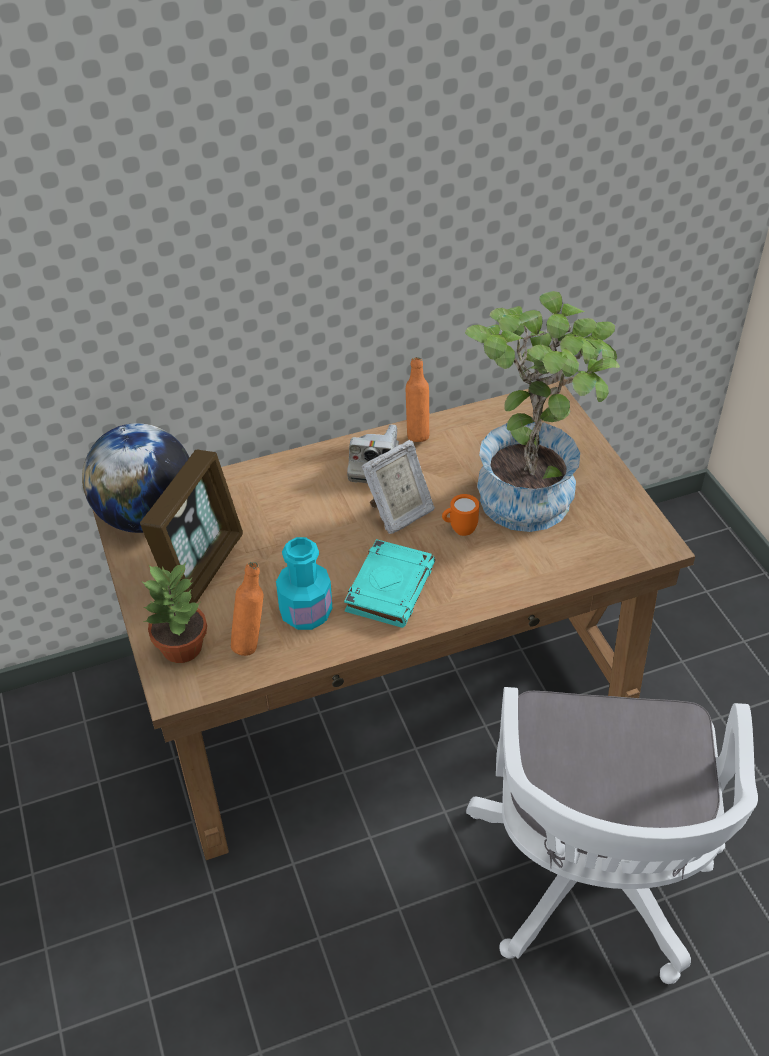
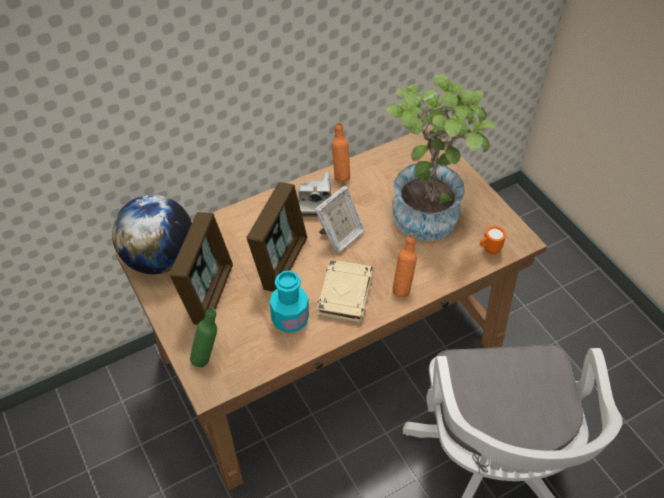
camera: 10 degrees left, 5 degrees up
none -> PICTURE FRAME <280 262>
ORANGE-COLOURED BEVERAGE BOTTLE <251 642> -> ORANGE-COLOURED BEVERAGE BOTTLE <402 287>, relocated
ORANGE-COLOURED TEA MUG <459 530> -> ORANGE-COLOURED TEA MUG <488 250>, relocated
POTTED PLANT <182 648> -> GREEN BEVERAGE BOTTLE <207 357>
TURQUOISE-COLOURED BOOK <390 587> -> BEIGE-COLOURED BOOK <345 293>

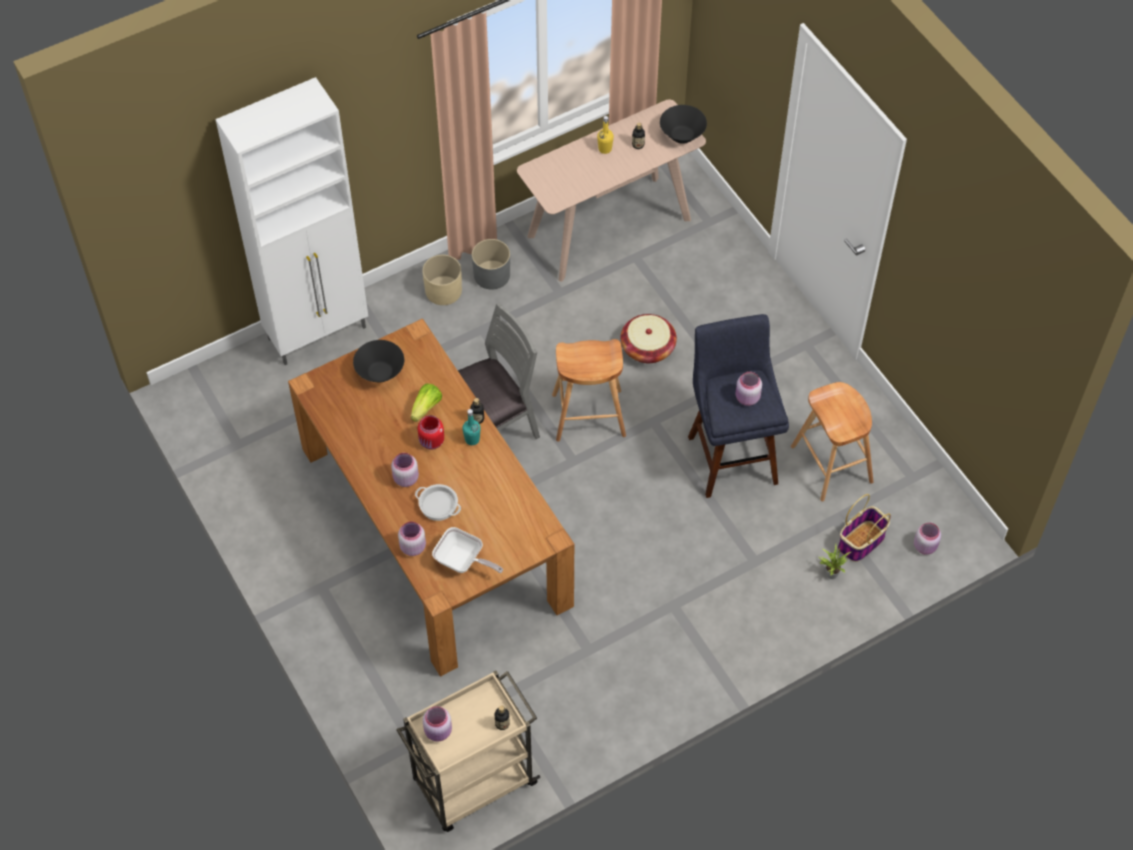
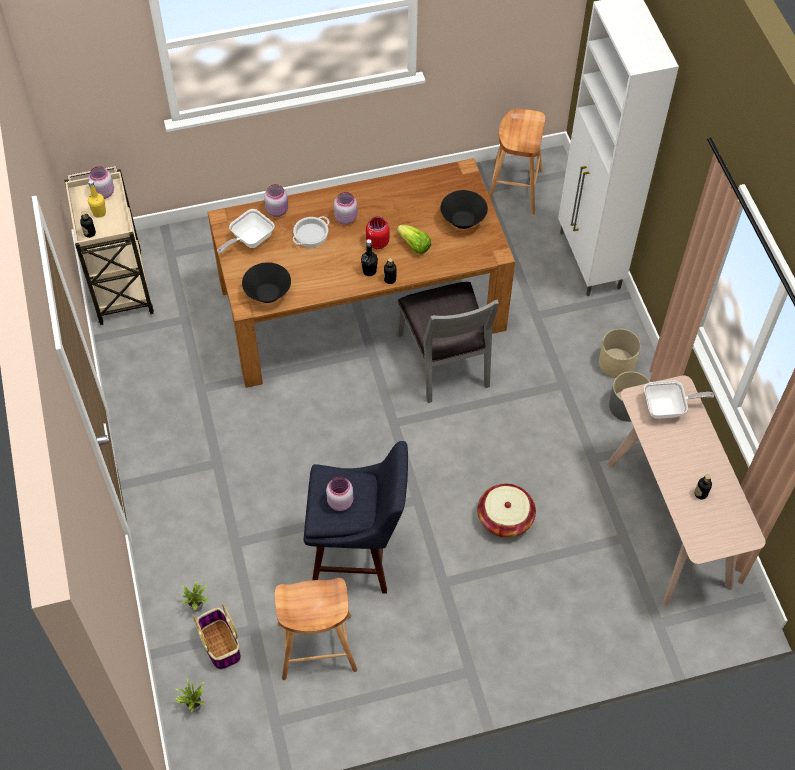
camera: 105 degrees right, 0 degrees up
none -> FRYING PAN <667 408>
BROWN-COLOURED STOOL SEAT <589 415> -> BROWN-COLOURED STOOL SEAT <514 189>, relocated
YELLOW BEVERAGE BOTTLE <605 149> -> YELLOW BEVERAGE BOTTLE <99 212>, relocated
BLACK BOWL <682 135> -> BLACK BOWL <267 294>, relocated
PINK-COLOURED STORAGE JAR <925 546> -> POTTED PLANT <193 705>
TURQUOISE-COLOURED BEVERAGE BOTTLE <472 439> -> BLACK BEVERAGE BOTTLE <369 271>

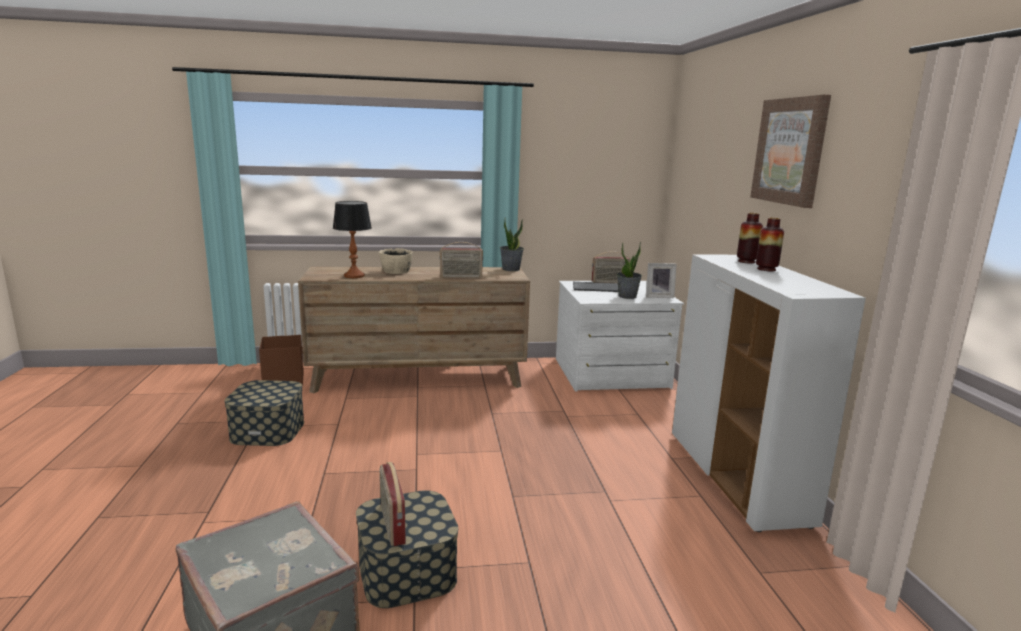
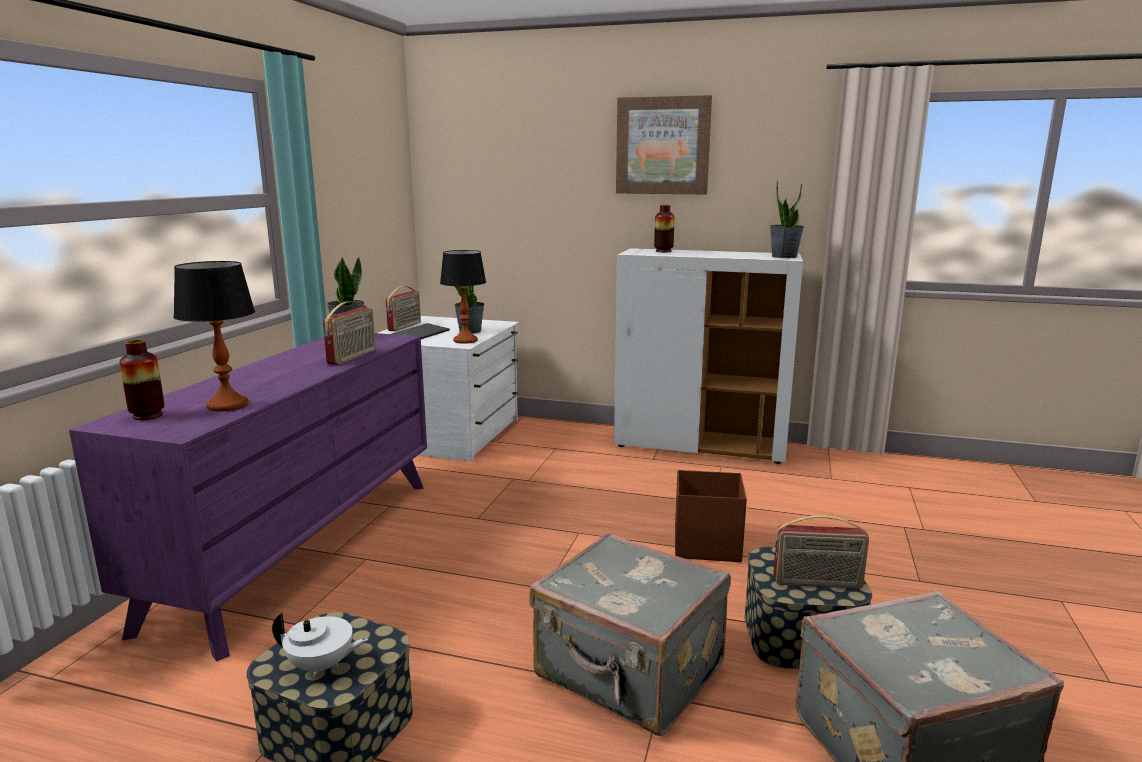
camera: 65 degrees left, 0 degrees up
BEIGE-COLOURED BOWL <396 271> -> none
PICTURE FRAME <658 296> -> none
none -> WHITE-COLOURED TEAPOT <322 666>
none -> LAMP FOR A TABLE <465 340>
none -> GRAY PIECE OF LUGGAGE <629 674>
none -> POTTED PLANT <784 256>
BROWN-COLOURED STORAGE CONTAINER <284 380> -> BROWN-COLOURED STORAGE CONTAINER <705 545>, relocated
DECORATIVE VASE <766 269> -> DECORATIVE VASE <147 415>, relocated
BROWN-COLOURED DRAWER CHEST <419 378> -> PURPLE DRAWER CHEST <302 547>

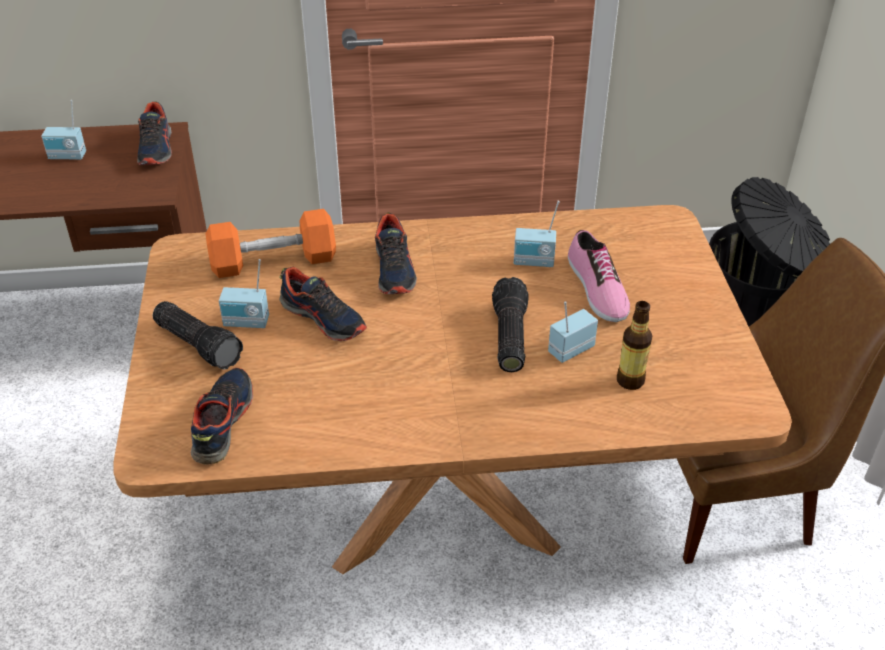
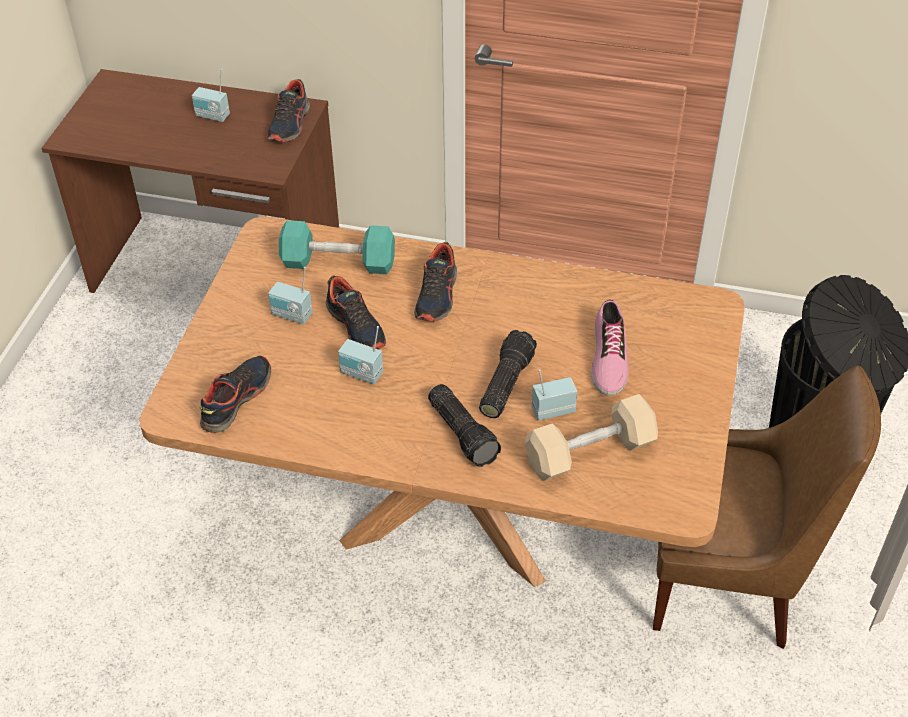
camera: 20 degrees right, 5 degrees up
TORCH <200 344> -> TORCH <464 433>, relocated
RADIO RECEIVER <533 262> -> RADIO RECEIVER <361 374>, relocated
BEVERAGE BOTTLE <630 380> -> BEIGE-COLOURED DUMBBELL <590 452>
ORANGE-COLOURED DUMBBELL <273 261> -> TURQUOISE-COLOURED DUMBBELL <338 263>

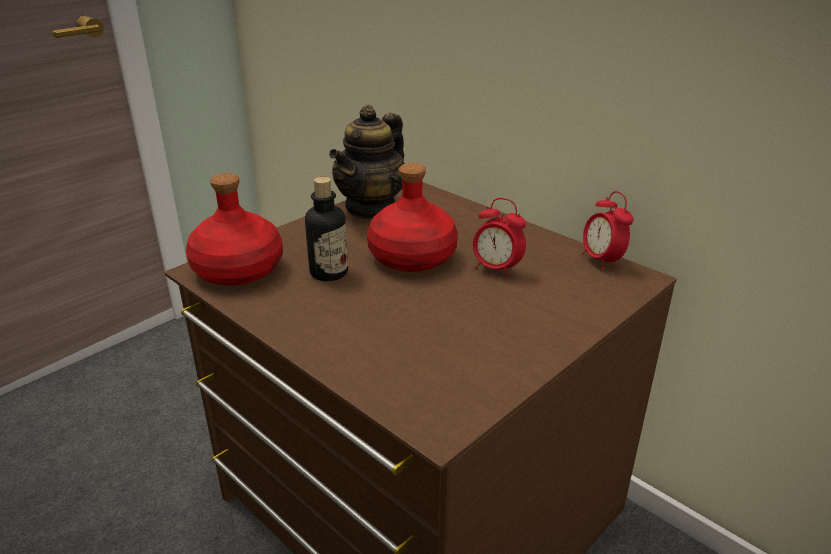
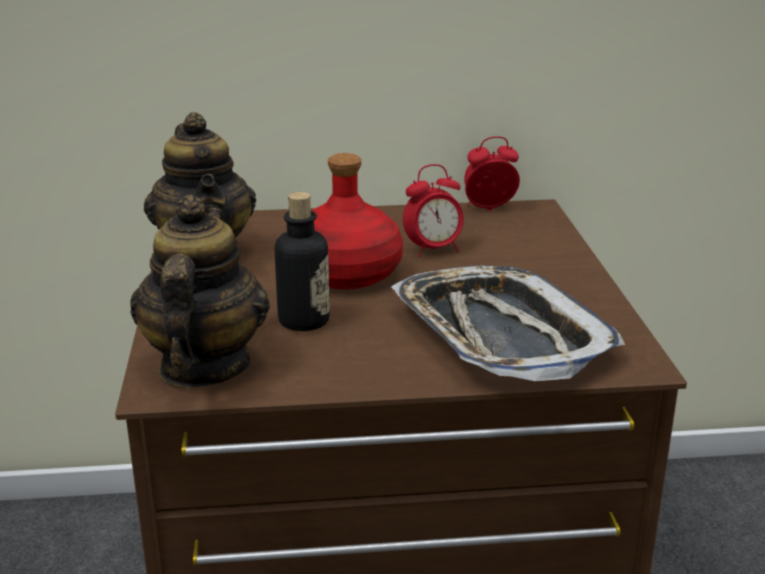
camera: 50 degrees left, 5 degrees down
none -> SERVING TRAY <499 335>
RED BEVERAGE BOTTLE <237 270> -> TEAPOT <203 366>
BEDSIDE CLOCK <601 261> -> BEDSIDE CLOCK <489 209>, 150 degrees clockwise

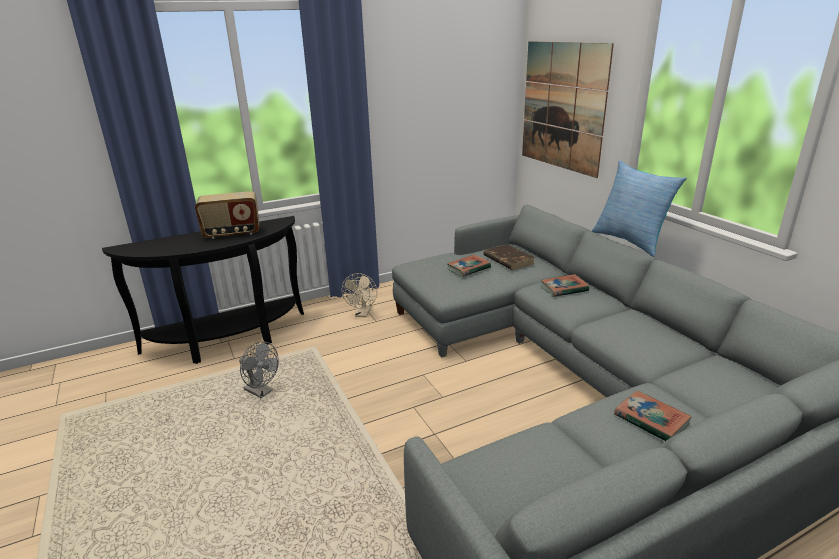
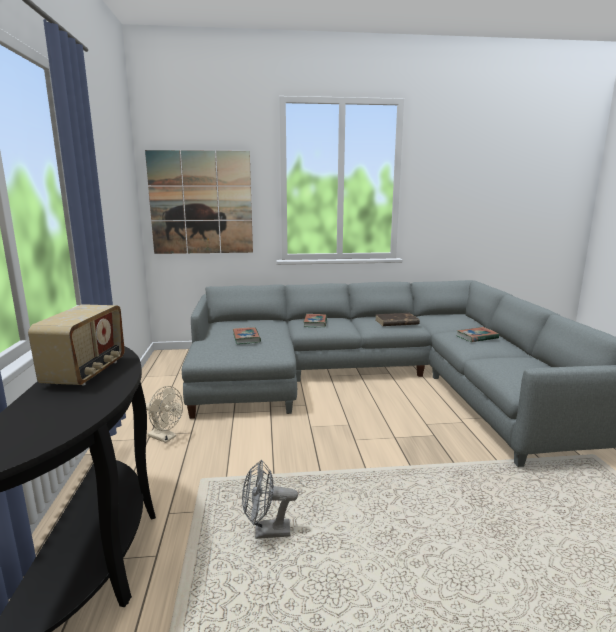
camera: 70 degrees left, 10 degrees down
PILLOW <631 241> -> none
BROWN-COLOURED BOOK <508 259> -> BROWN-COLOURED BOOK <396 322>, relocated
GRAY ELECTRIC FAN <262 392> -> GRAY ELECTRIC FAN <266 532>, 150 degrees counterclockwise

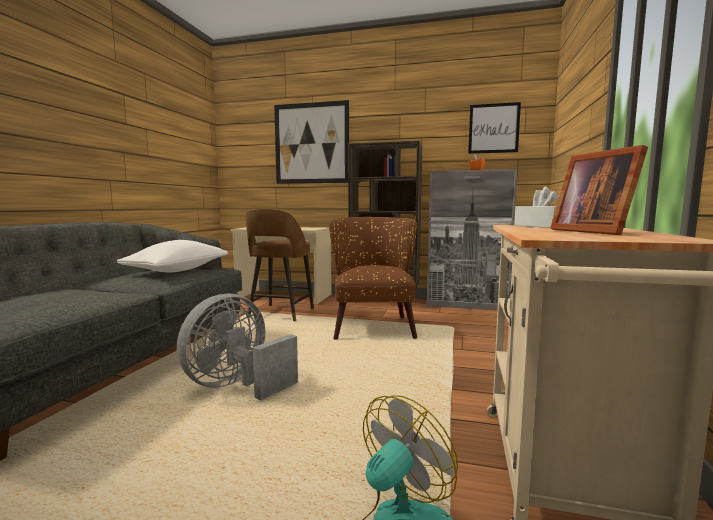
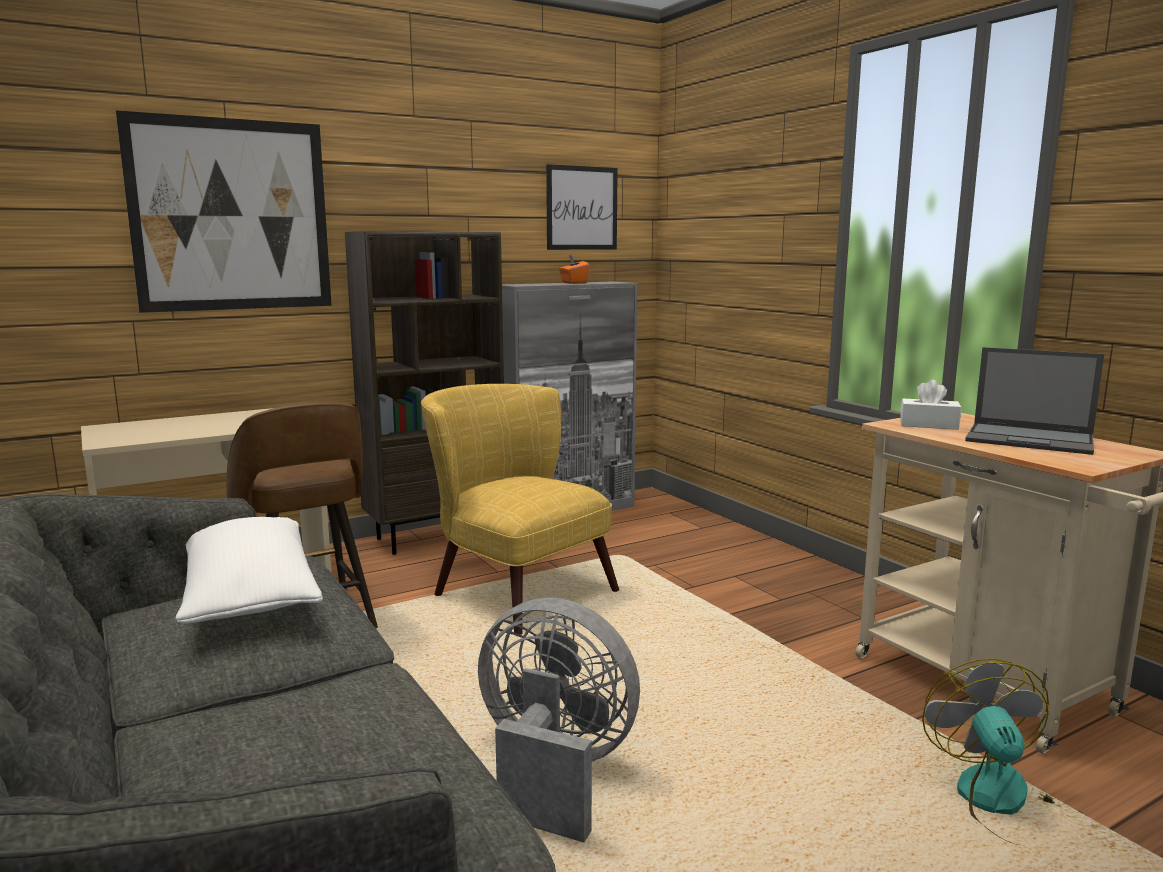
camera: 45 degrees left, 5 degrees up
PICTURE FRAME <593 232> -> NOTEBOOK COMPUTER <1031 439>
BROWN-COLOURED EASY CHAIR <372 324> -> YELLOW EASY CHAIR <513 588>
GRAY ELECTRIC FAN <236 386> -> GRAY ELECTRIC FAN <553 771>, 120 degrees clockwise

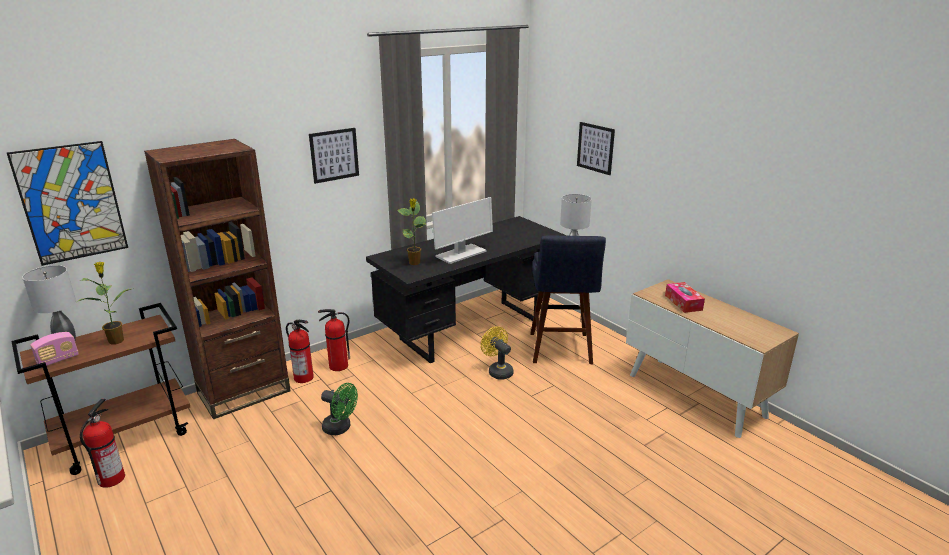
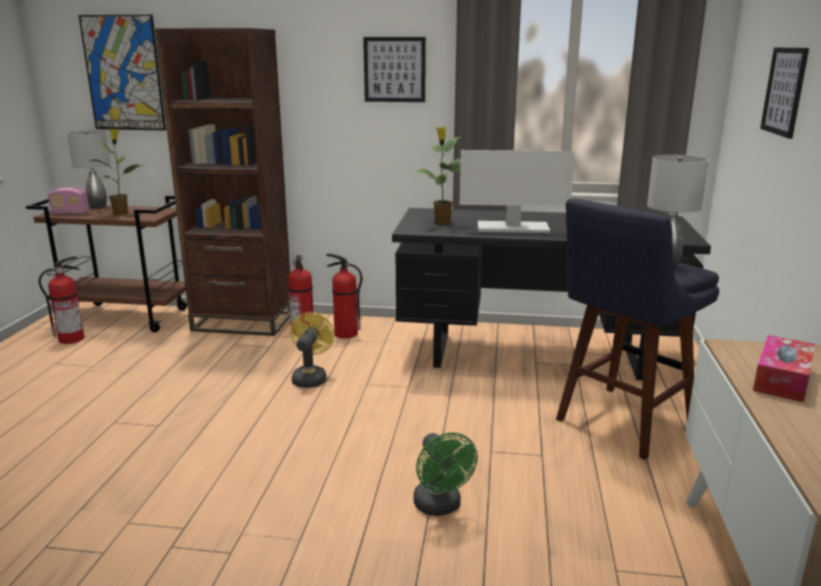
camera: 45 degrees right, 5 degrees down
GREEN ELECTRIC FAN <340 428> -> GREEN ELECTRIC FAN <440 507>, relocated
YELLOW ELECTRIC FAN <498 371> -> YELLOW ELECTRIC FAN <311 377>, relocated

